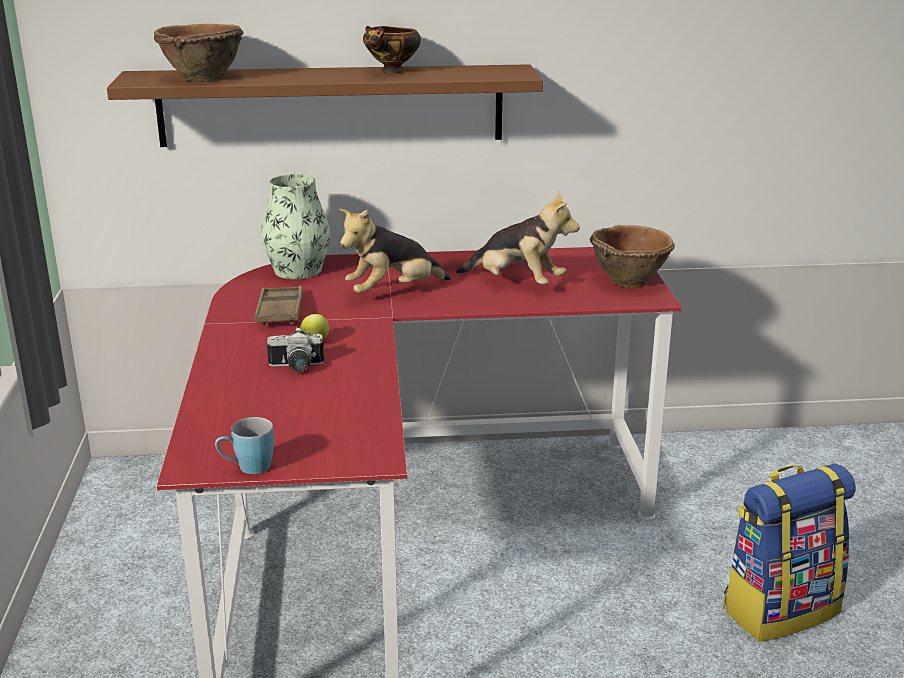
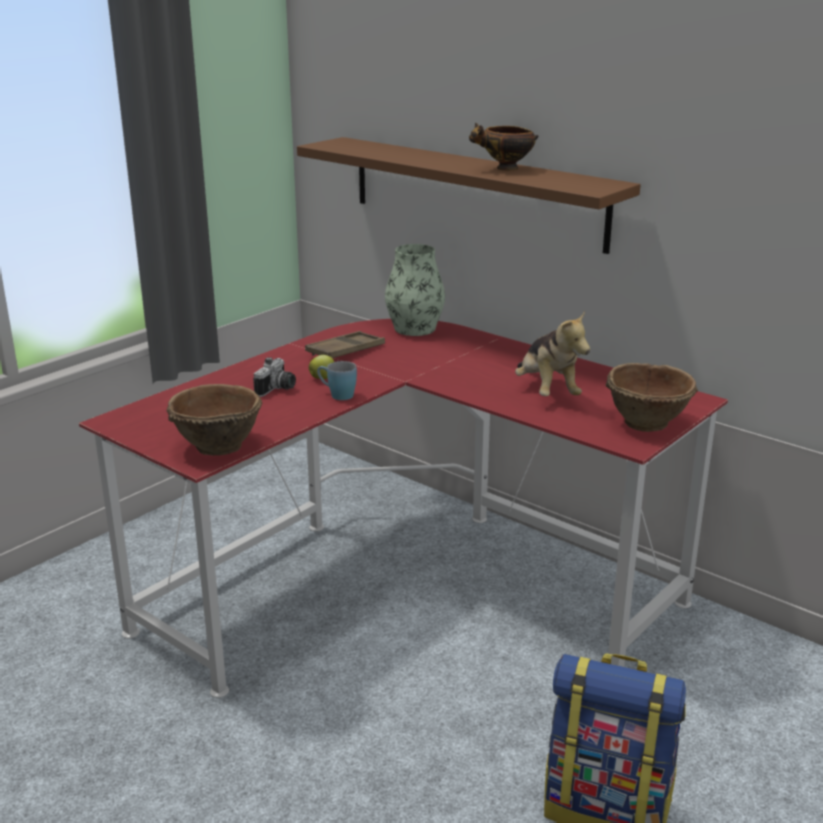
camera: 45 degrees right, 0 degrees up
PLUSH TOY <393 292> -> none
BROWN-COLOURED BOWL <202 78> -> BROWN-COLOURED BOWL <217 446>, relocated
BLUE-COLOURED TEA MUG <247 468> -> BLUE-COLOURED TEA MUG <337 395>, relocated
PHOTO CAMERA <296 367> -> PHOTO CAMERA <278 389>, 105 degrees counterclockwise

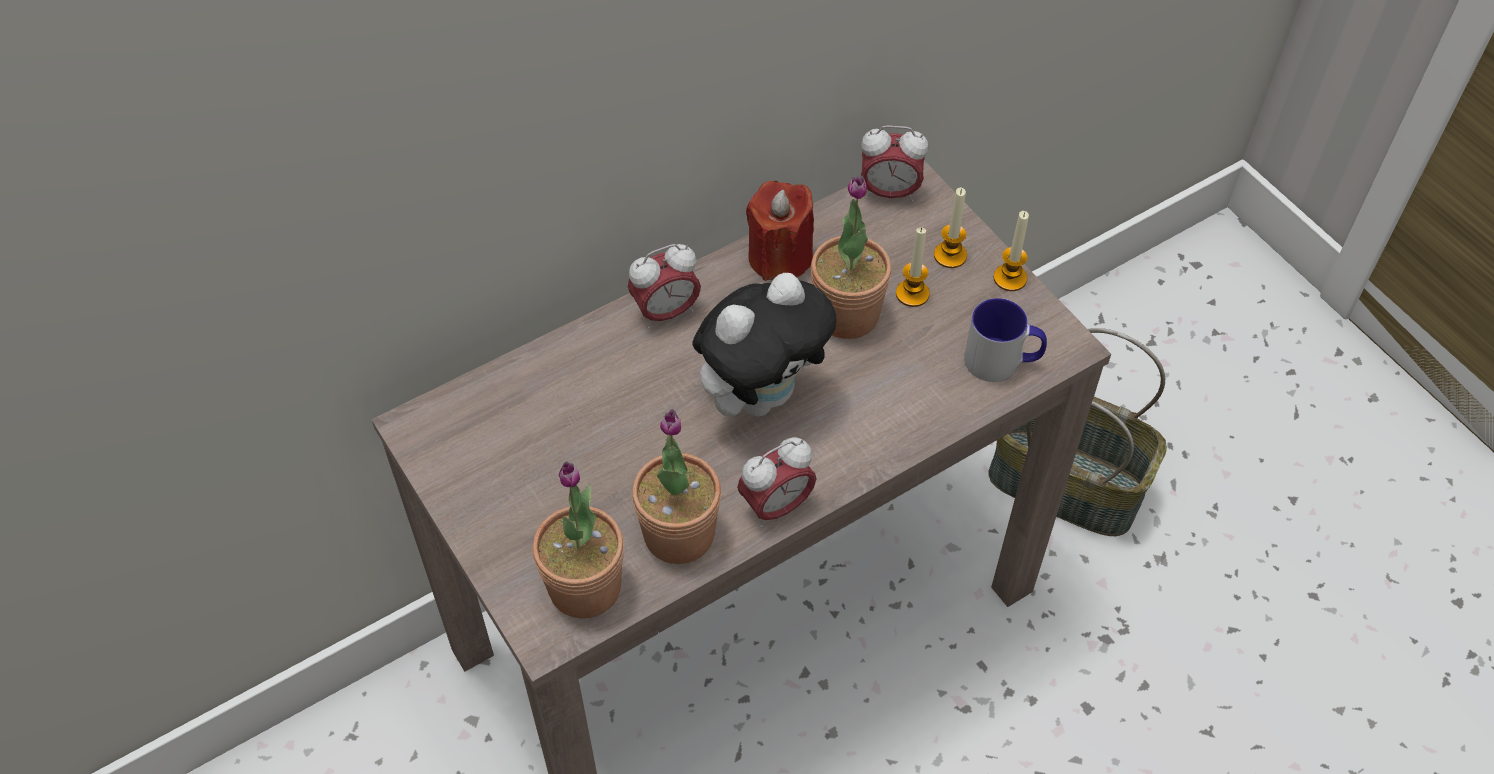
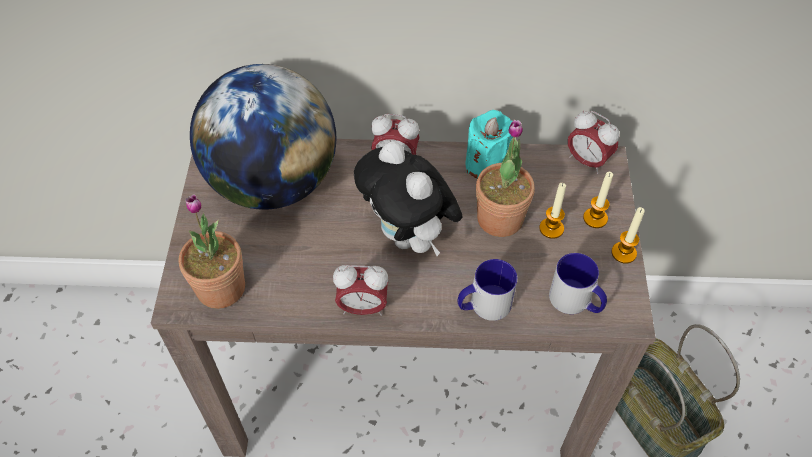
camera: 35 degrees right, 0 degrees up
POTTED PLANT <679 534> -> none
none -> WORLD GLOBE <273 182>
none -> TEA MUG <483 305>
RED WAX LIGHT <780 257> -> TURQUOISE-COLOURED WAX LIGHT <487 164>
PLUSH TOY <761 395> -> PLUSH TOY <409 237>, 60 degrees clockwise

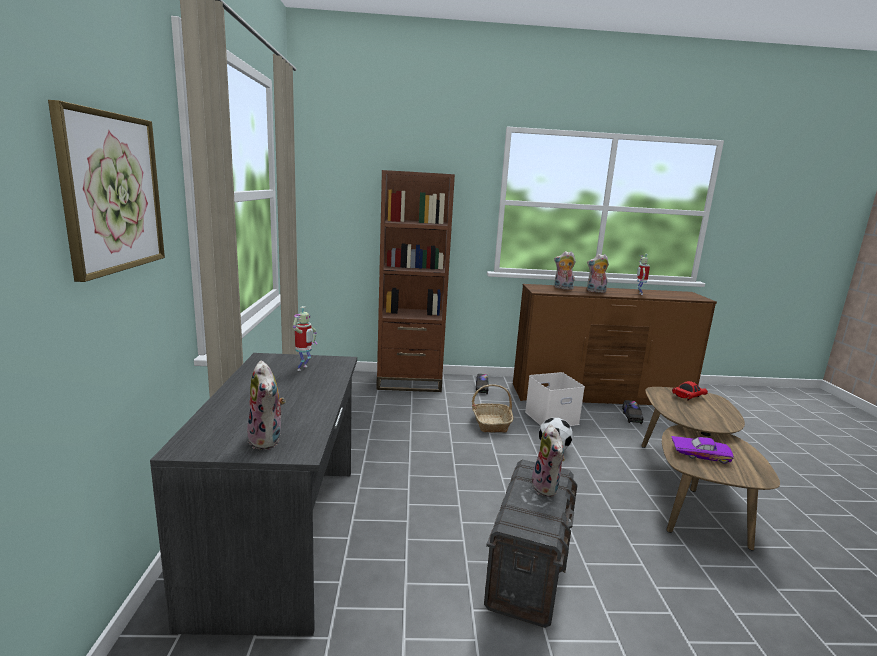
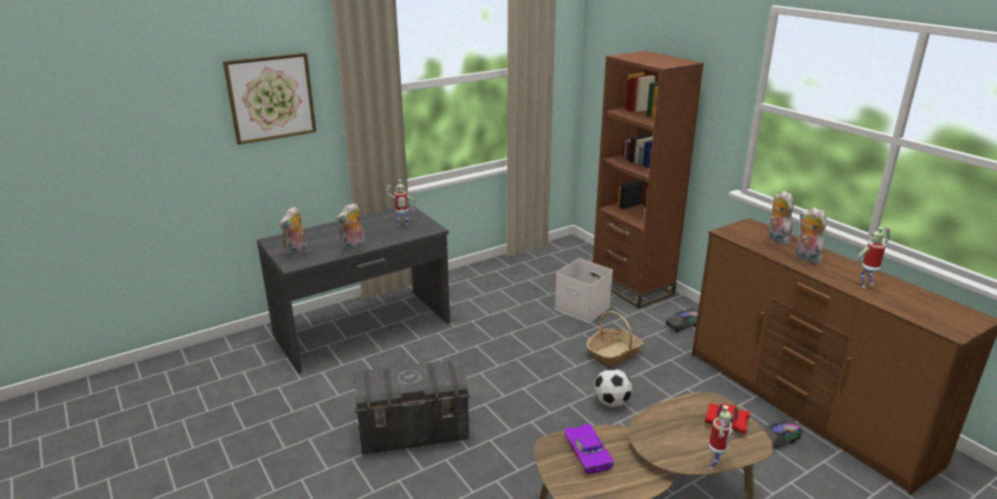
camera: 60 degrees right, 10 degrees up
none -> TOY ROBOT <715 465>
WHITE-COLOURED STORAGE CONTAINER <551 417> -> WHITE-COLOURED STORAGE CONTAINER <583 307>, relocated
PLUSH TOY <547 488> -> PLUSH TOY <354 249>, relocated

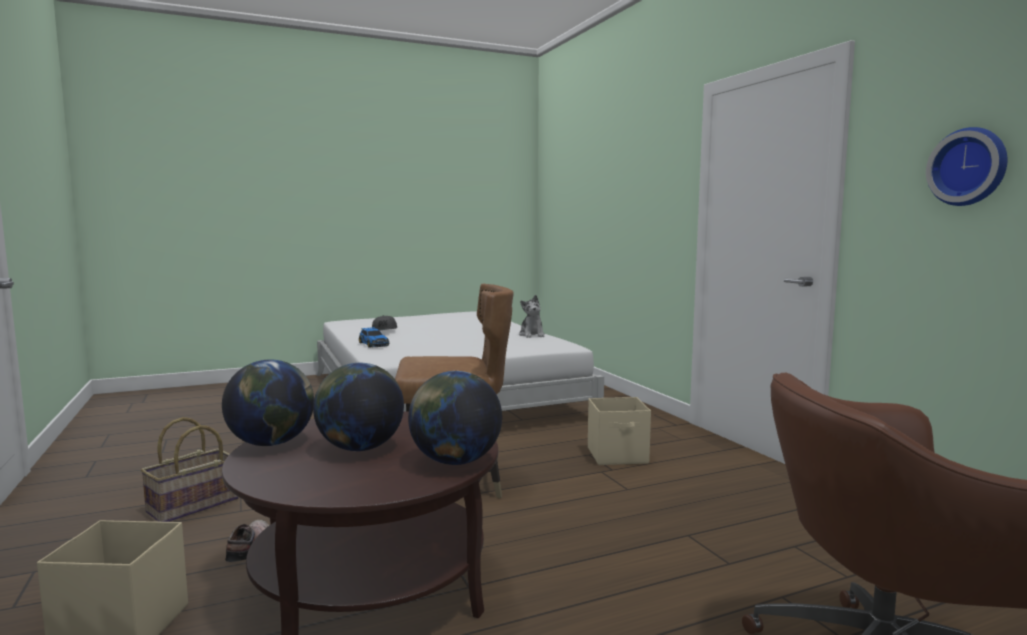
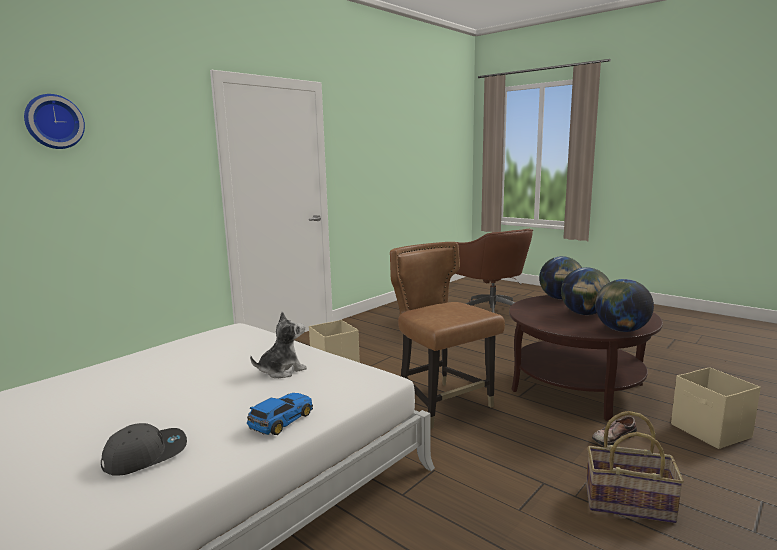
camera: 115 degrees left, 5 degrees up
PLUSH TOY <532 335> -> PLUSH TOY <281 370>, relocated
HANGING CLOCK <969 167> -> HANGING CLOCK <53 122>, relocated

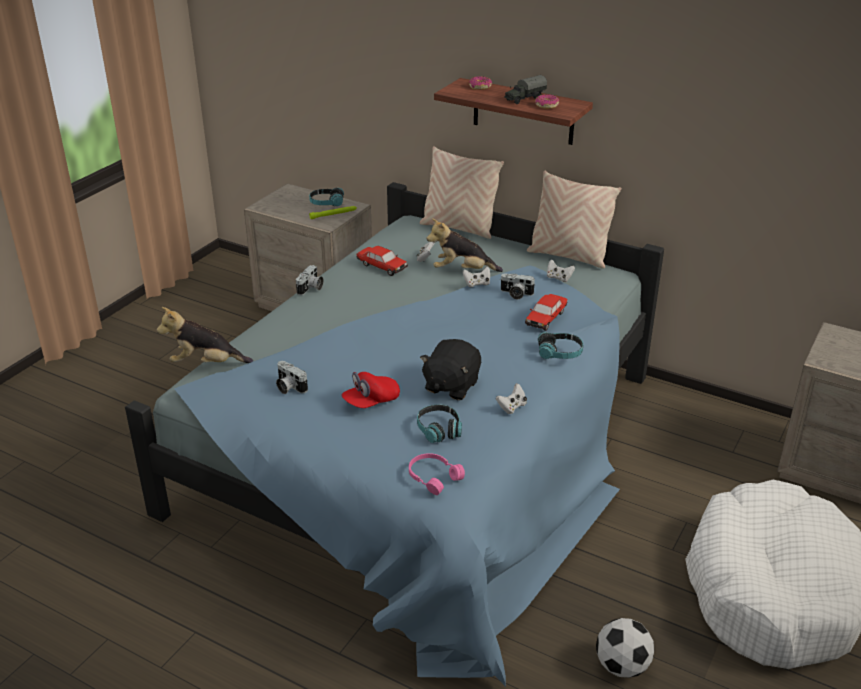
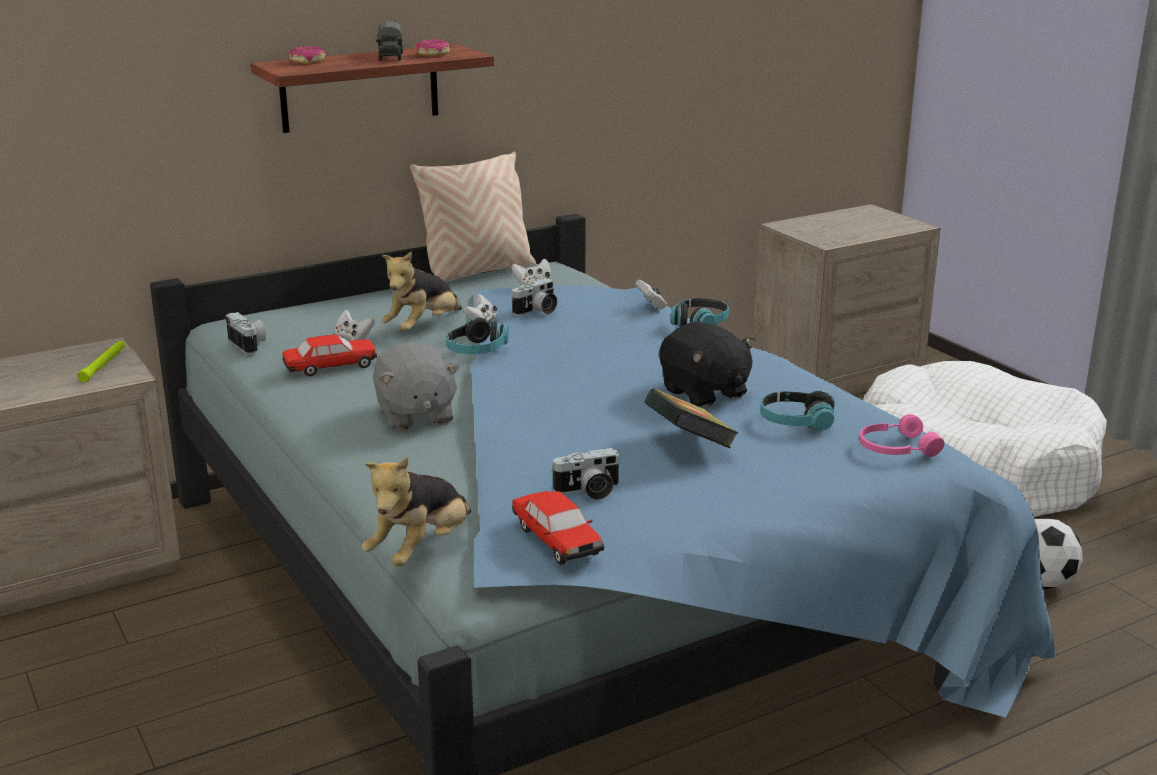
camera: 60 degrees left, 10 degrees down
BEIGE-COLOURED PILLOW <459 228> -> none
none -> GRAY PLUSH TOY <415 415>
PHOTO CAMERA <311 288> -> PHOTO CAMERA <249 345>, relocated
PAIR OF HEADPHONES <326 203> -> PAIR OF HEADPHONES <477 350>, relocated
WHITE-COLOURED GAME CONTROLLER <512 407> -> WHITE-COLOURED GAME CONTROLLER <651 306>, relocated
TOY CAR <546 318> -> TOY CAR <556 540>, relocated
RED PEAKED CAP <371 401> -> BOOK <689 446>

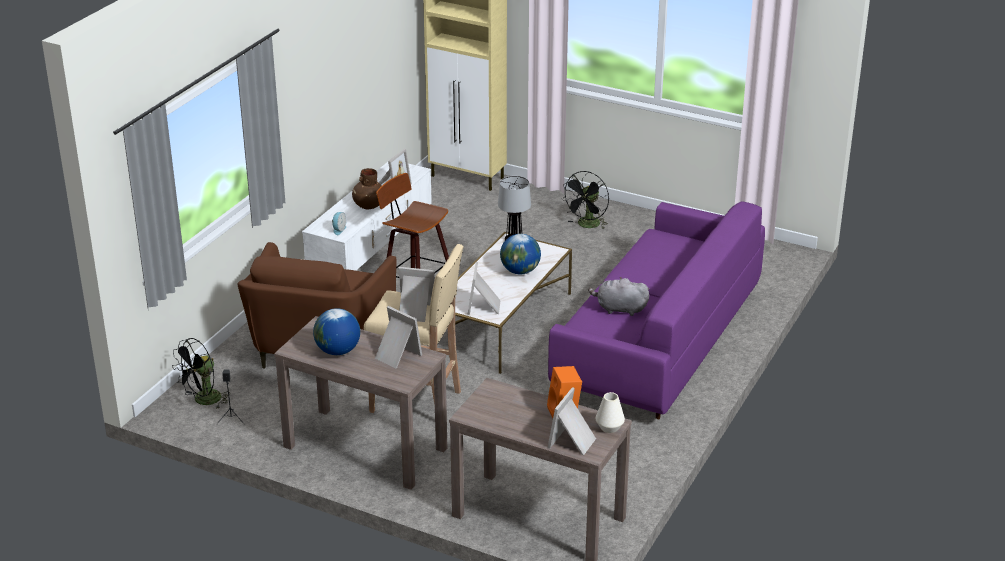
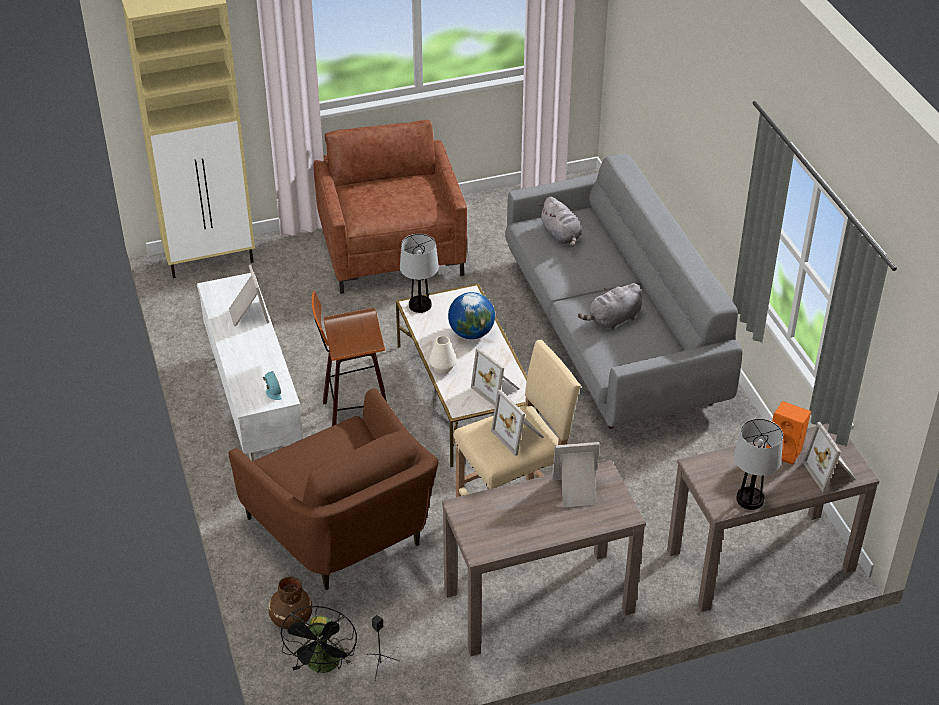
camera: 45 degrees left, 10 degrees up
WORLD GLOBE <337 351> -> none
none -> GRAY PLUSH TOY <561 235>
none -> LAMP FOR A TABLE <750 500>
BROWN-COLOURED DECORATIVE VASE <368 205> -> BROWN-COLOURED DECORATIVE VASE <291 620>, relocated
WHITE-COLOURED DECORATIVE VASE <609 427> -> WHITE-COLOURED DECORATIVE VASE <442 367>, relocated
BLACK ELECTRIC FAN <587 225> -> BROWN-COLOURED EASY CHAIR <392 250>
PURPLE COUCH <656 343> -> GRAY COUCH <610 334>
PICTURE FRAME <415 312> -> PICTURE FRAME <519 435>, 90 degrees counterclockwise

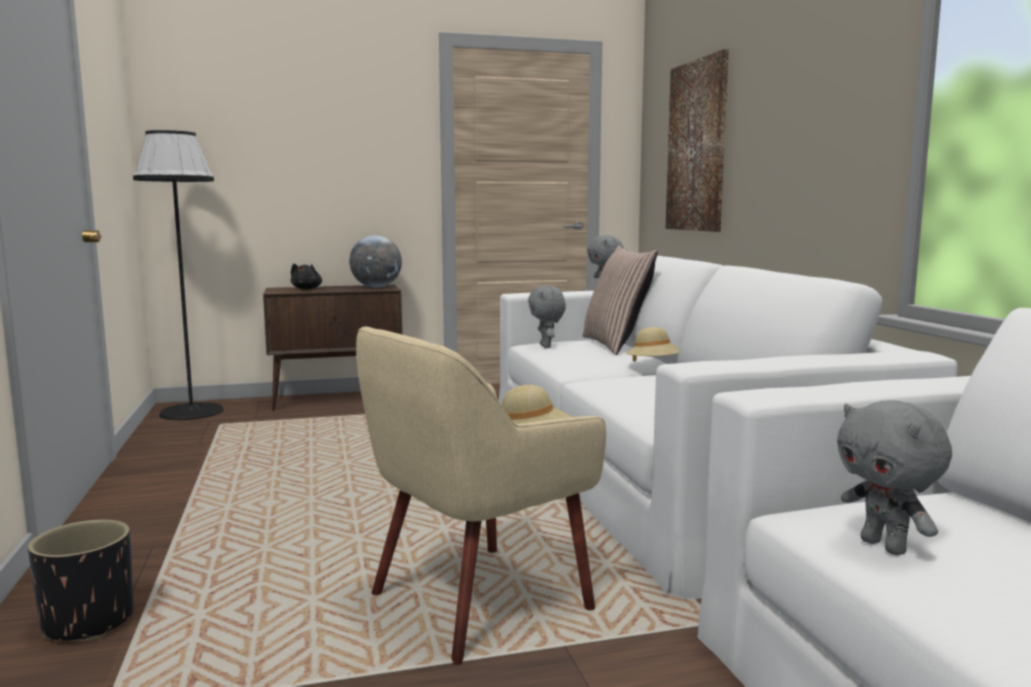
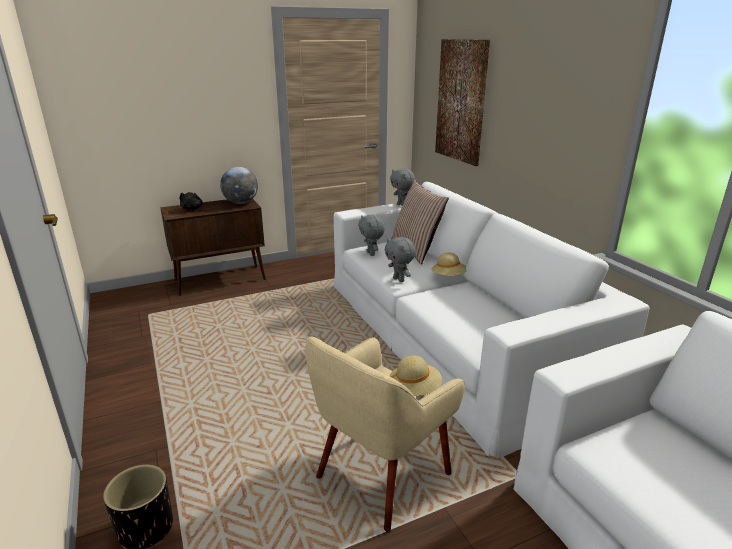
camera: 10 degrees left, 15 degrees up
BLACK STANDARD LAMP <192 412> -> none
GRAY PLUSH TOY <885 546> -> GRAY PLUSH TOY <399 279>, relocated

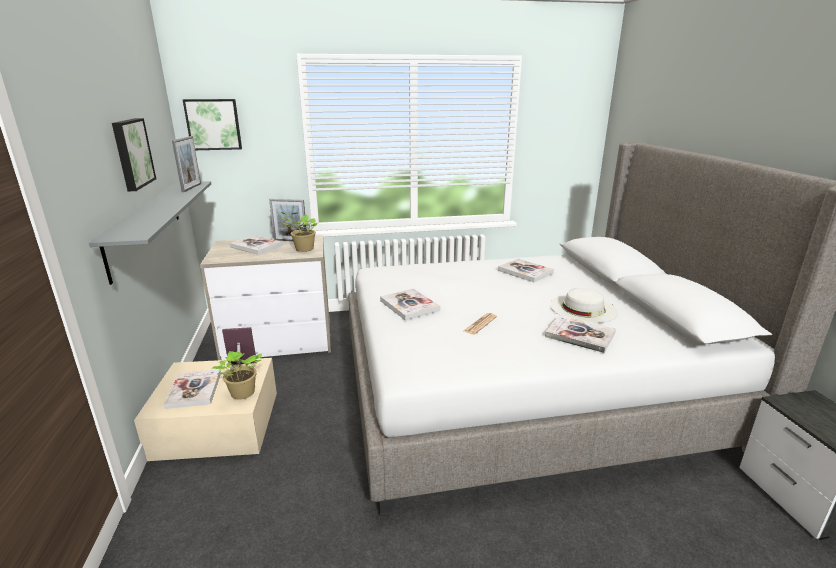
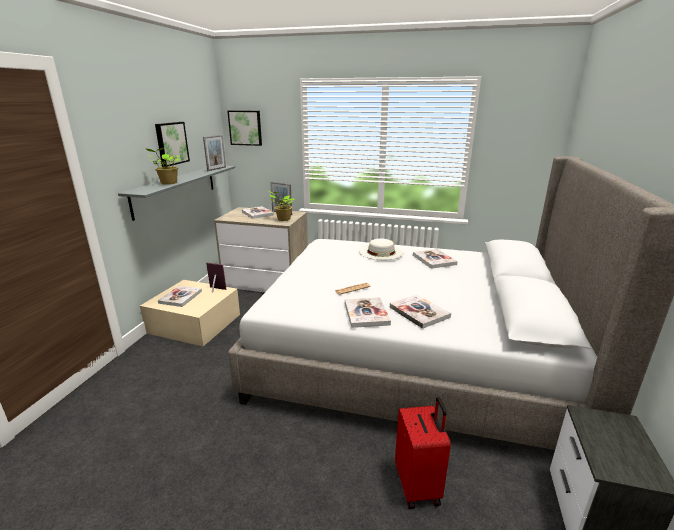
camera: 25 degrees right, 0 degrees up
none -> RED PIECE OF LUGGAGE <418 486>
POTTED PLANT <242 394> -> POTTED PLANT <168 183>, relocated
BOOK <409 305> -> BOOK <366 313>, relocated
WHITE-COLOURED HAT <583 308> -> WHITE-COLOURED HAT <381 252>, relocated

